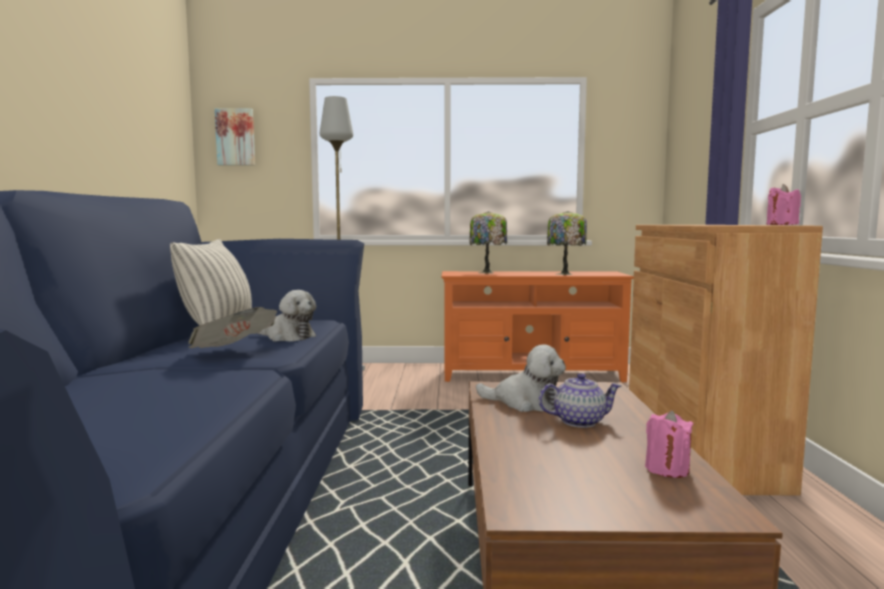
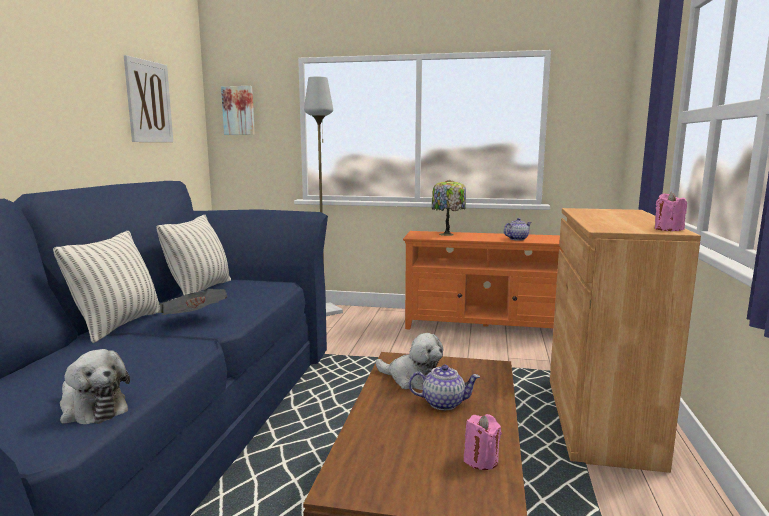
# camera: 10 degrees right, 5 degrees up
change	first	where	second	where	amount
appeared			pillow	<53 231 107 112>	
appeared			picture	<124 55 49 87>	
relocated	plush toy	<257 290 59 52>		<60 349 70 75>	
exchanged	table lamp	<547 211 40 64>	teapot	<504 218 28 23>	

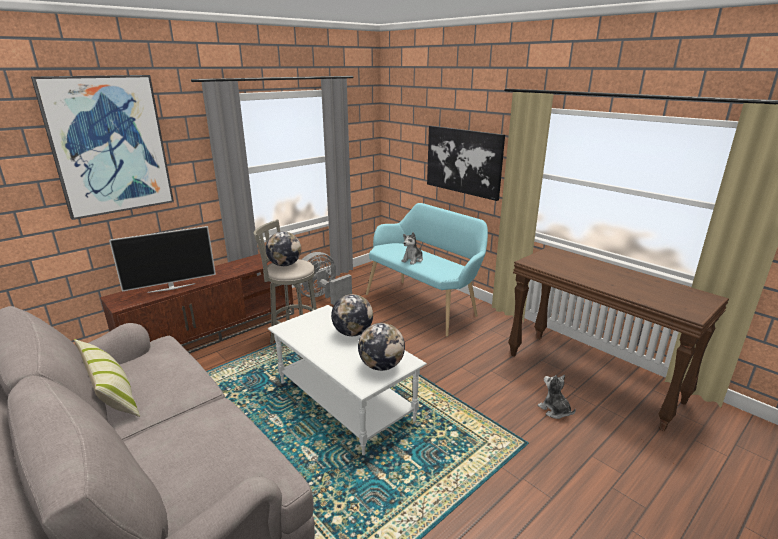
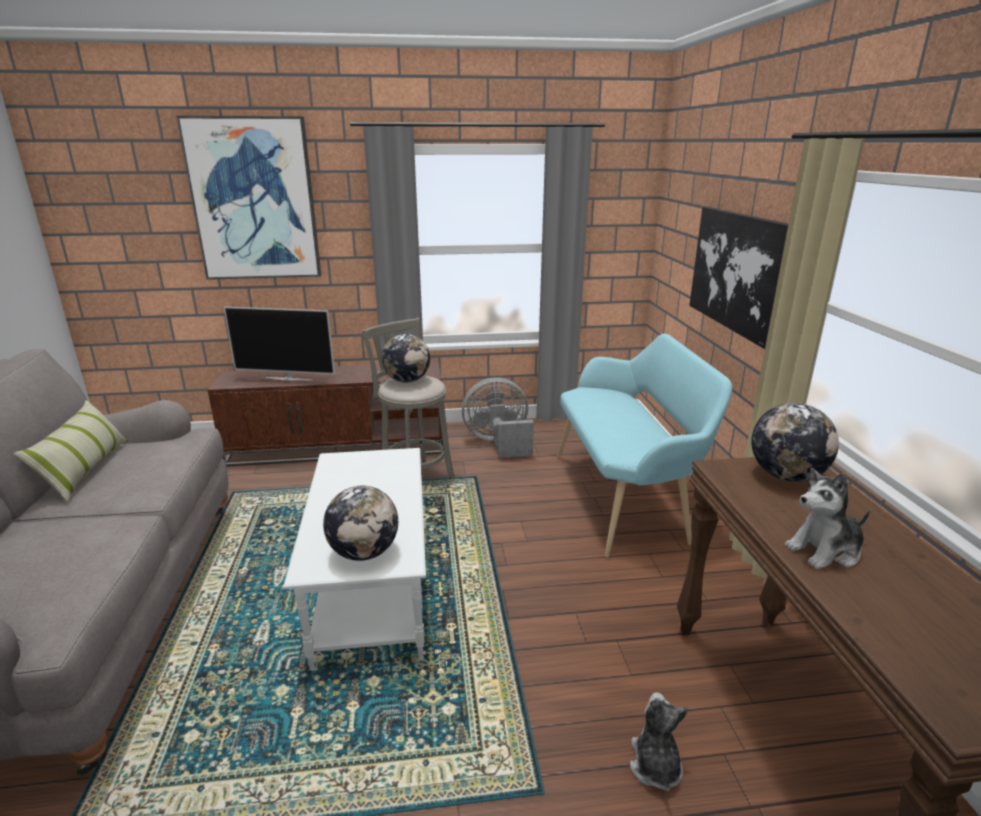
# camera: 35 degrees right, 0 degrees up
change	first	where	second	where	amount
relocated	globe	<331 294 42 42>		<751 403 88 79>	
relocated	plush toy	<402 232 21 33>		<785 468 85 101>	

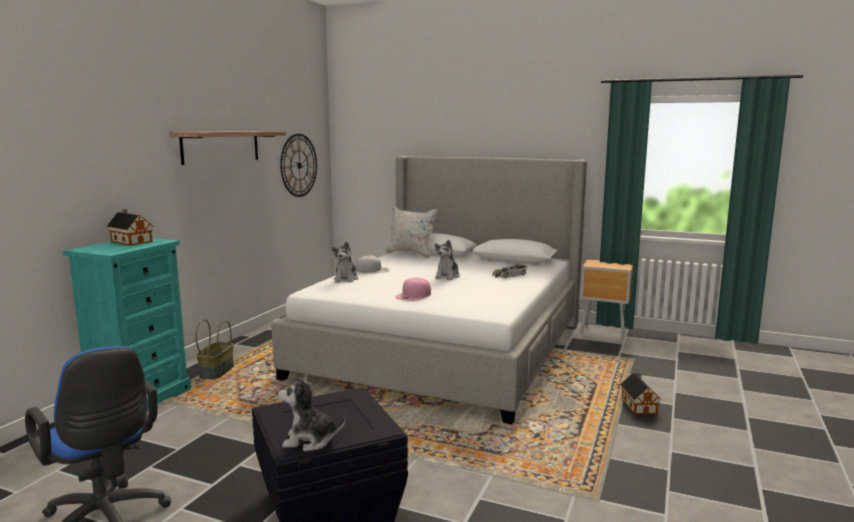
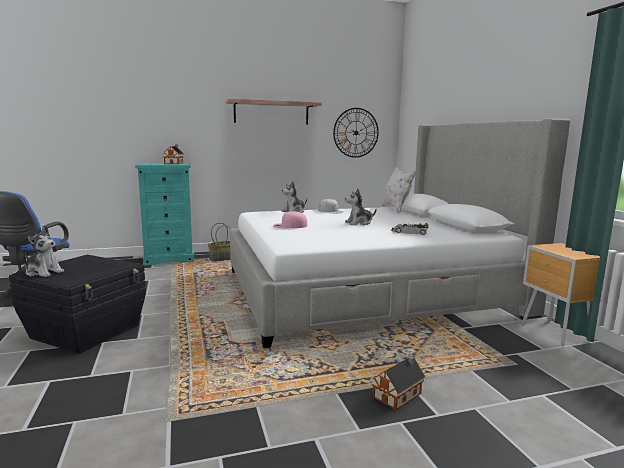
# camera: 50 degrees right, 0 degrees up
change	first	where	second	where	amount
spun	plush toy	<278 375 68 76>		<25 227 39 50>	150 degrees clockwise

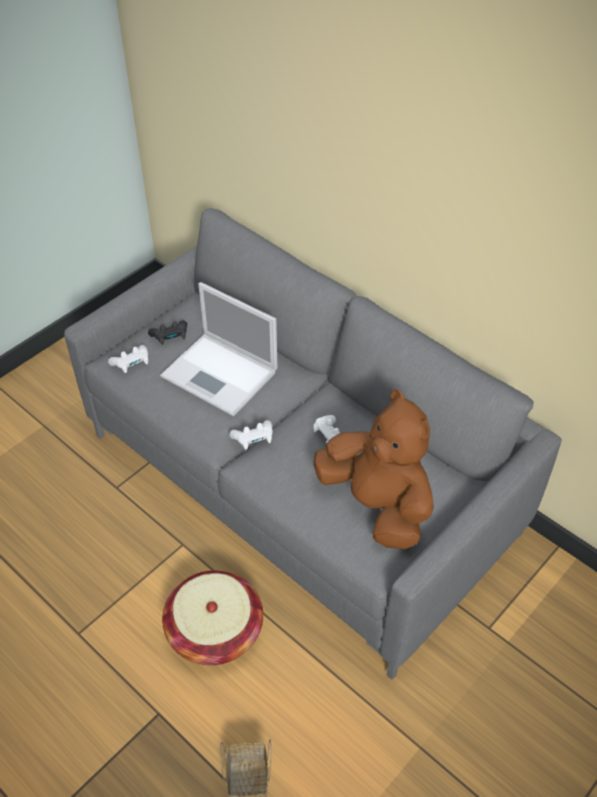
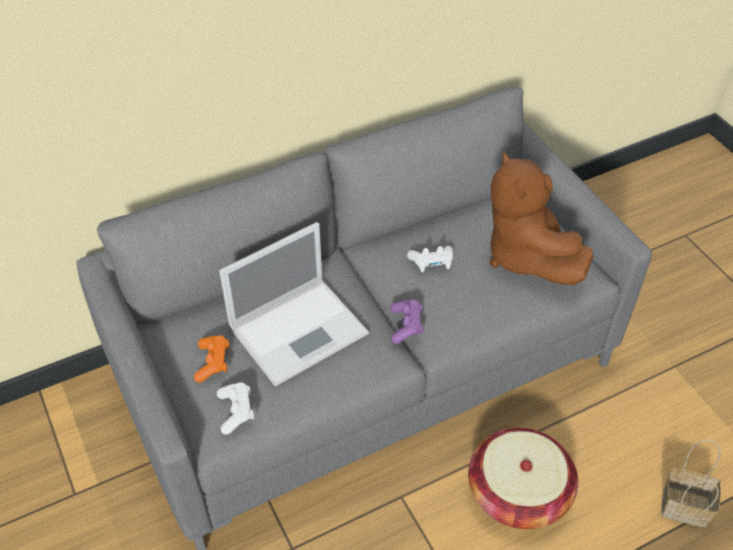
# camera: 70 degrees left, 0 degrees up
change	first	where	second	where	amount
colour	black game controller	<148 320 39 25>	orange game controller	<194 335 36 48>	
colour	white game controller	<229 420 44 30>	purple game controller	<390 300 34 44>	
spun	brown plush toy	<313 389 121 160>		<489 150 105 135>	90 degrees counterclockwise

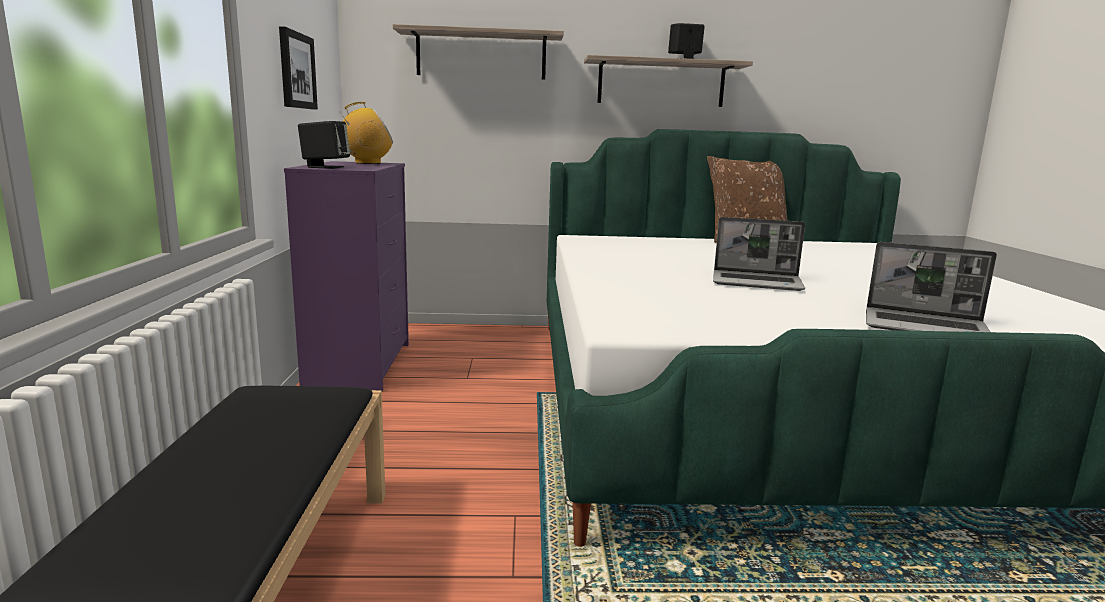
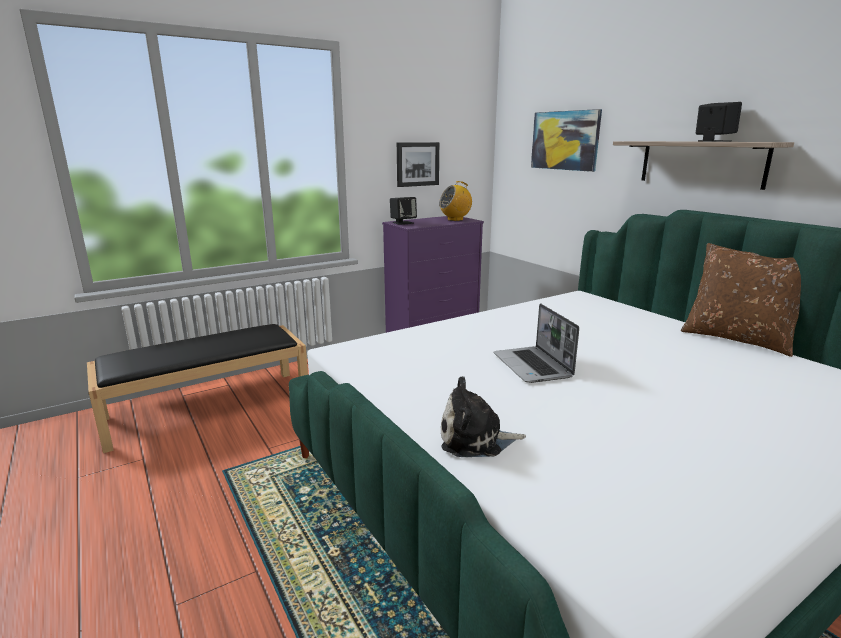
# camera: 60 degrees right, 5 degrees up
change	first	where	second	where	amount
exchanged	shelf	<393 24 171 56>	picture	<531 109 71 63>	
exchanged	laptop	<866 242 131 90>	plush toy	<441 376 85 81>	
spun	radio	<341 102 52 62>		<439 181 33 40>	120 degrees clockwise

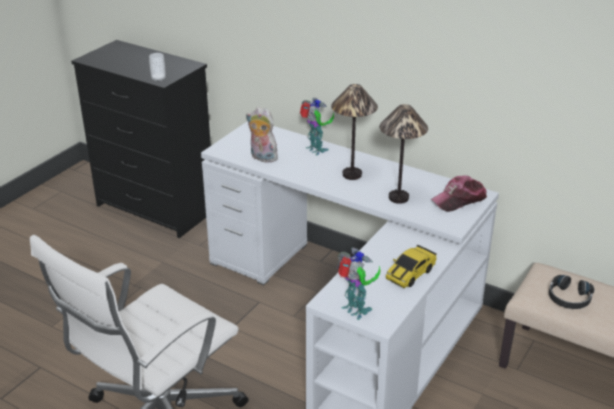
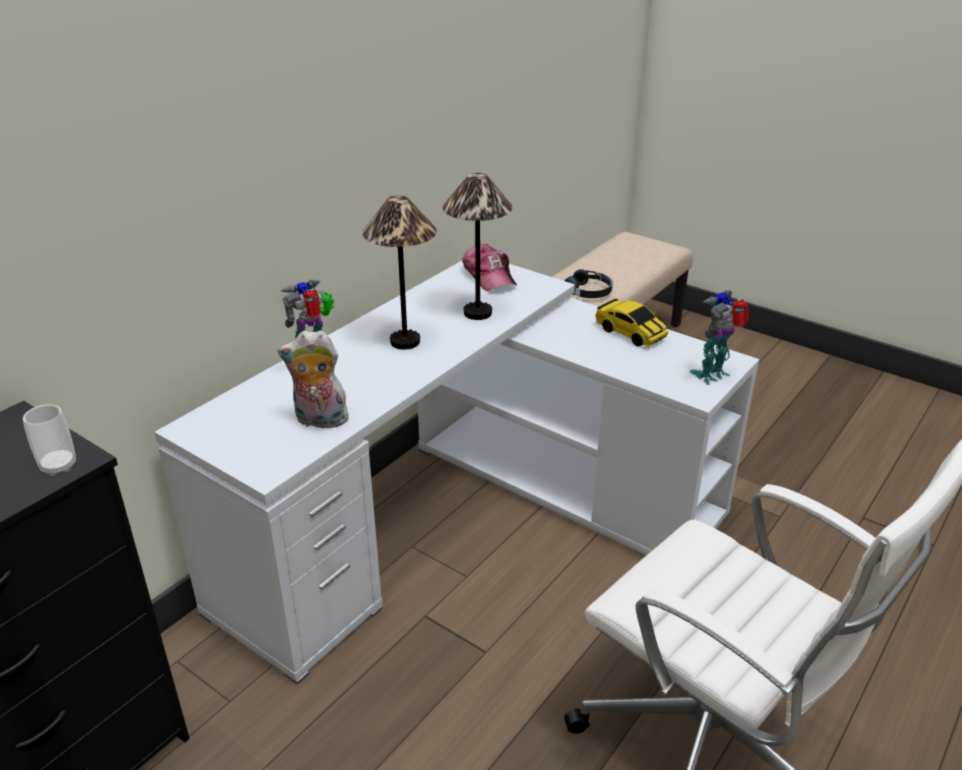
# camera: 85 degrees left, 0 degrees up
change	first	where	second	where	amount
spun	plush toy	<246 107 32 56>		<278 330 73 98>	60 degrees clockwise

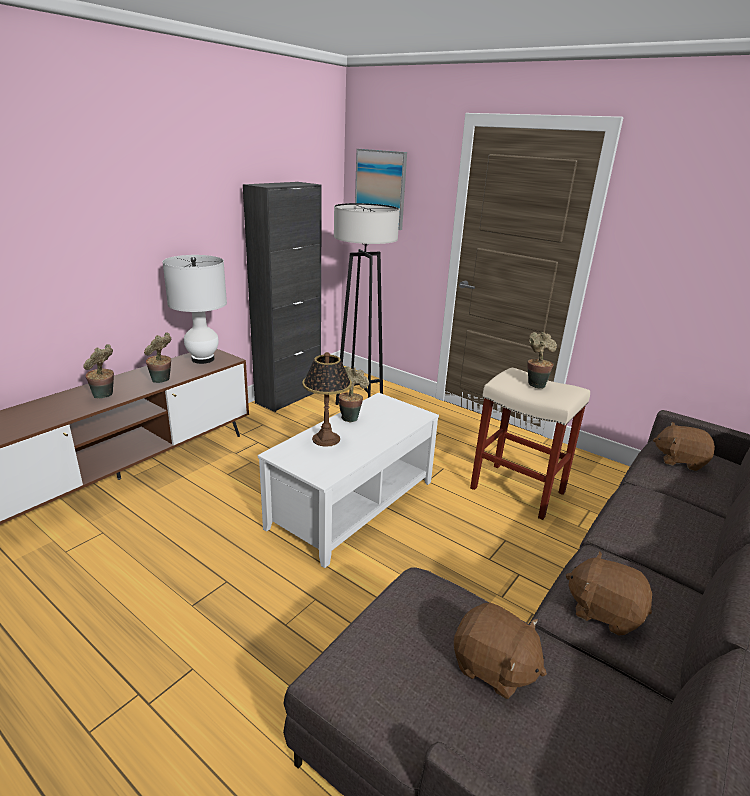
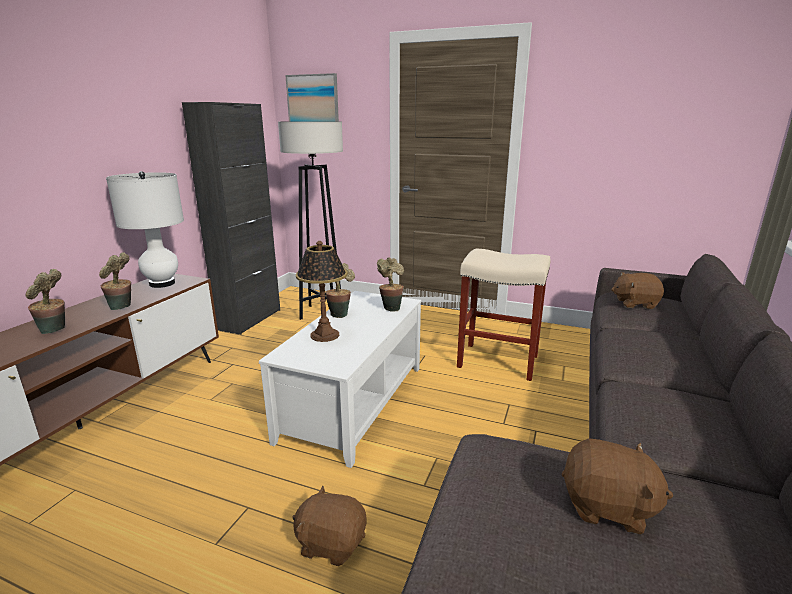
# camera: 15 degrees left, 5 degrees down
change	first	where	second	where	amount
relocated	potted plant	<527 332 30 57>		<377 257 27 55>	
relocated	brown plush toy	<566 551 86 85>		<293 486 74 80>	

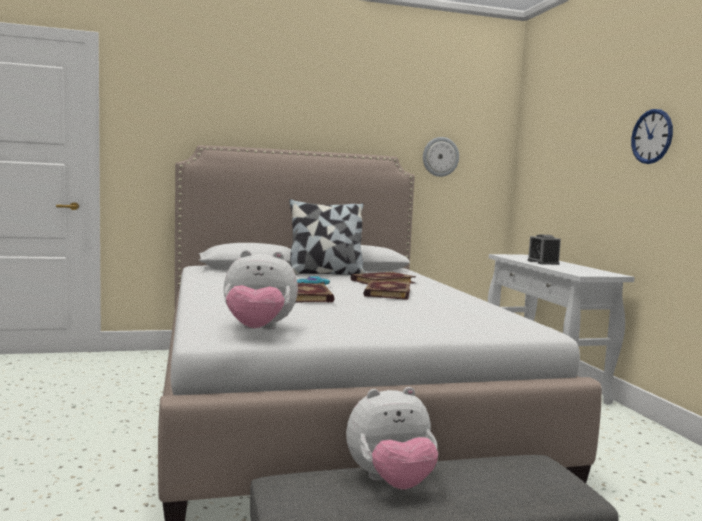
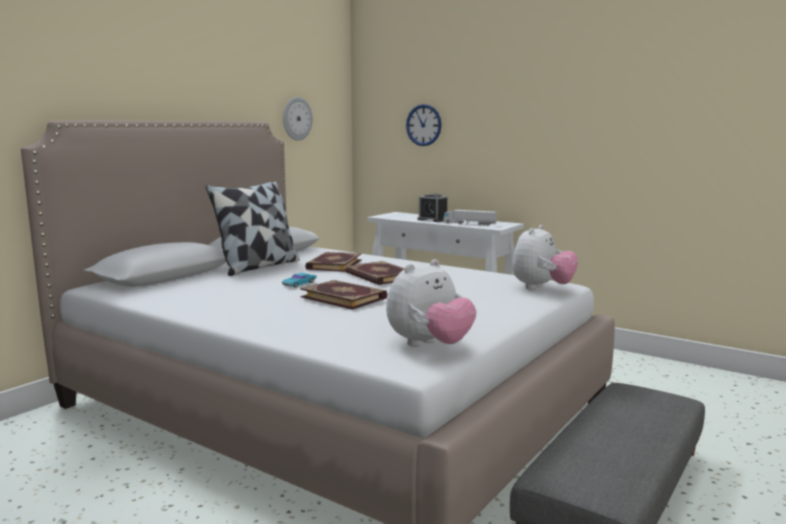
# camera: 40 degrees left, 5 degrees up
change	first	where	second	where	amount
appeared			toy truck	<444 210 52 16>	
relocated	plush toy	<346 387 92 103>		<512 225 66 65>	
relocated	wall clock	<631 109 42 55>		<406 104 36 42>	

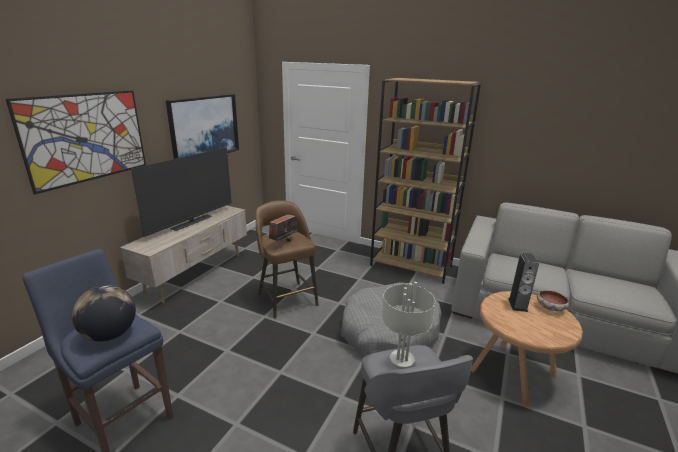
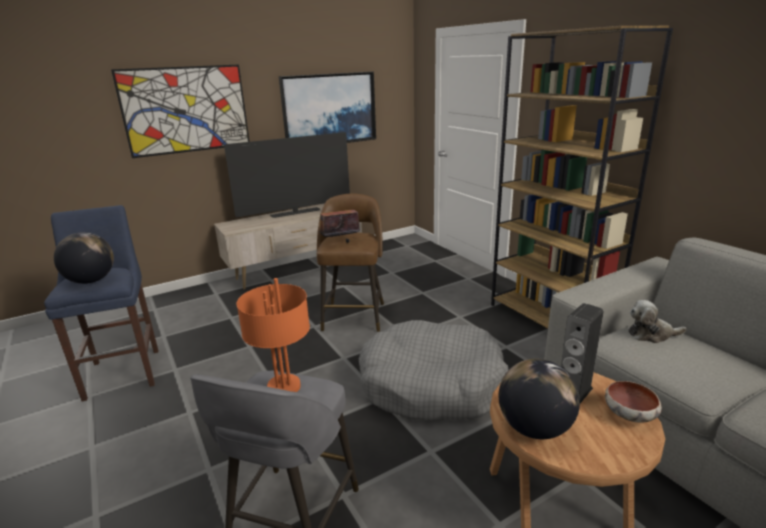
# camera: 35 degrees right, 0 degrees up
change	first	where	second	where	amount
appeared			globe	<499 359 81 80>	
appeared			plush toy	<628 300 59 43>	
colour	grey table lamp	<382 282 53 87>	orange table lamp	<237 278 73 114>	

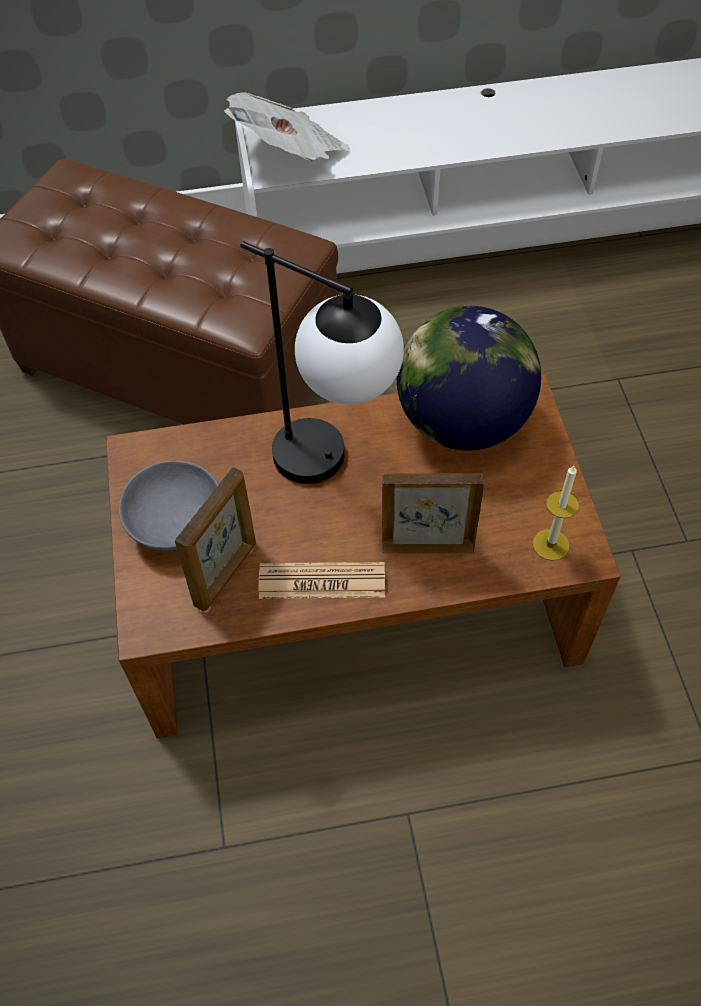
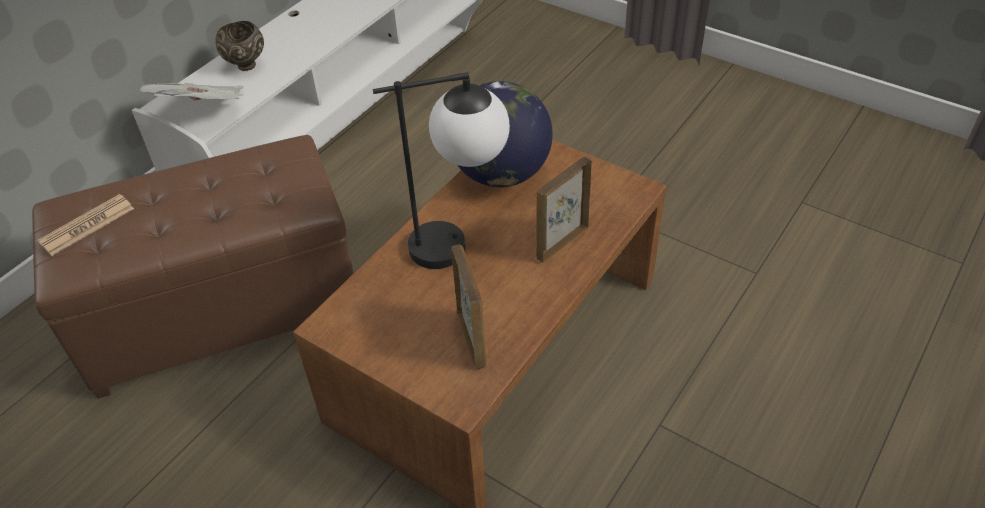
# camera: 45 degrees left, 10 degrees down
change	first	where	second	where	amount
missing	grey bowl	<118 460 101 91>			
missing	candle	<533 465 47 96>			
appeared			brown bowl	<216 21 48 50>	
relocated	newspaper	<259 562 126 37>		<38 194 96 62>	

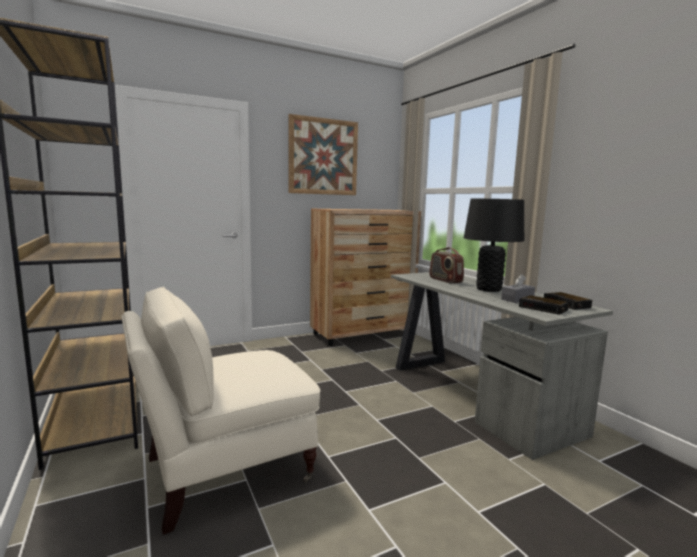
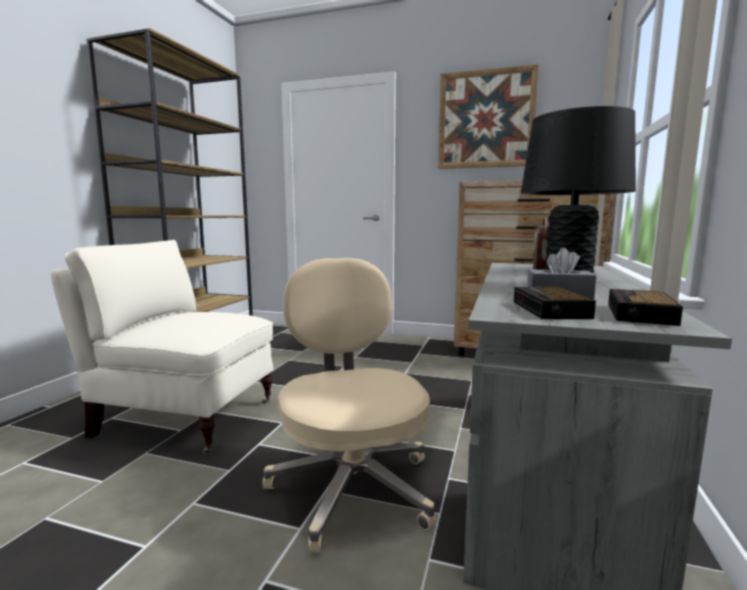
# camera: 45 degrees right, 0 degrees up
change	first	where	second	where	amount
appeared			beige office chair	<262 258 174 295>	

